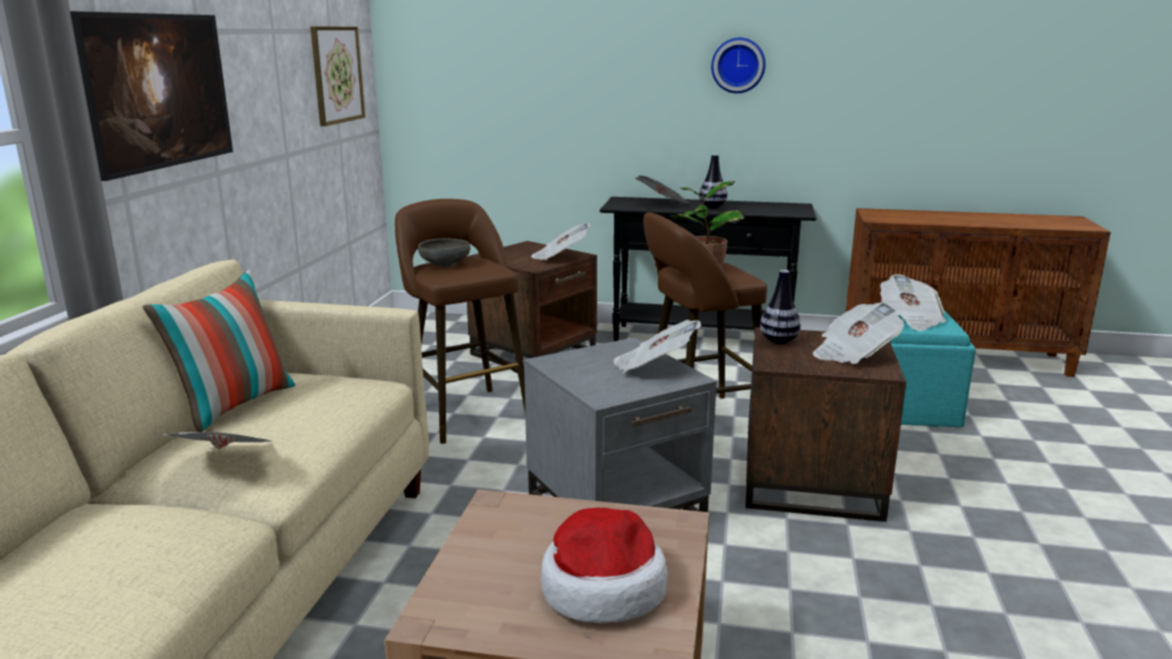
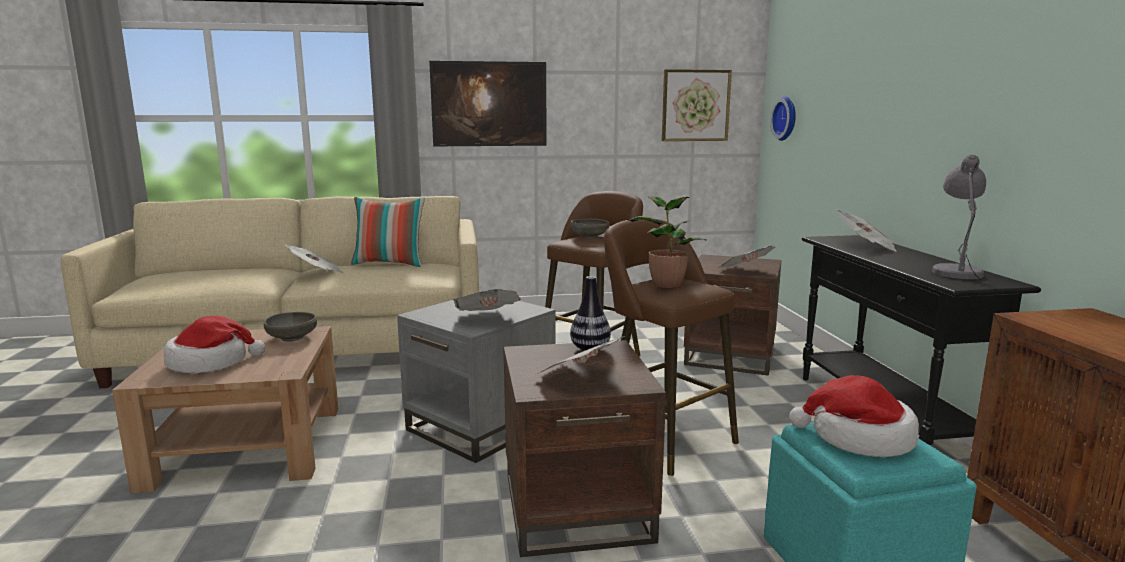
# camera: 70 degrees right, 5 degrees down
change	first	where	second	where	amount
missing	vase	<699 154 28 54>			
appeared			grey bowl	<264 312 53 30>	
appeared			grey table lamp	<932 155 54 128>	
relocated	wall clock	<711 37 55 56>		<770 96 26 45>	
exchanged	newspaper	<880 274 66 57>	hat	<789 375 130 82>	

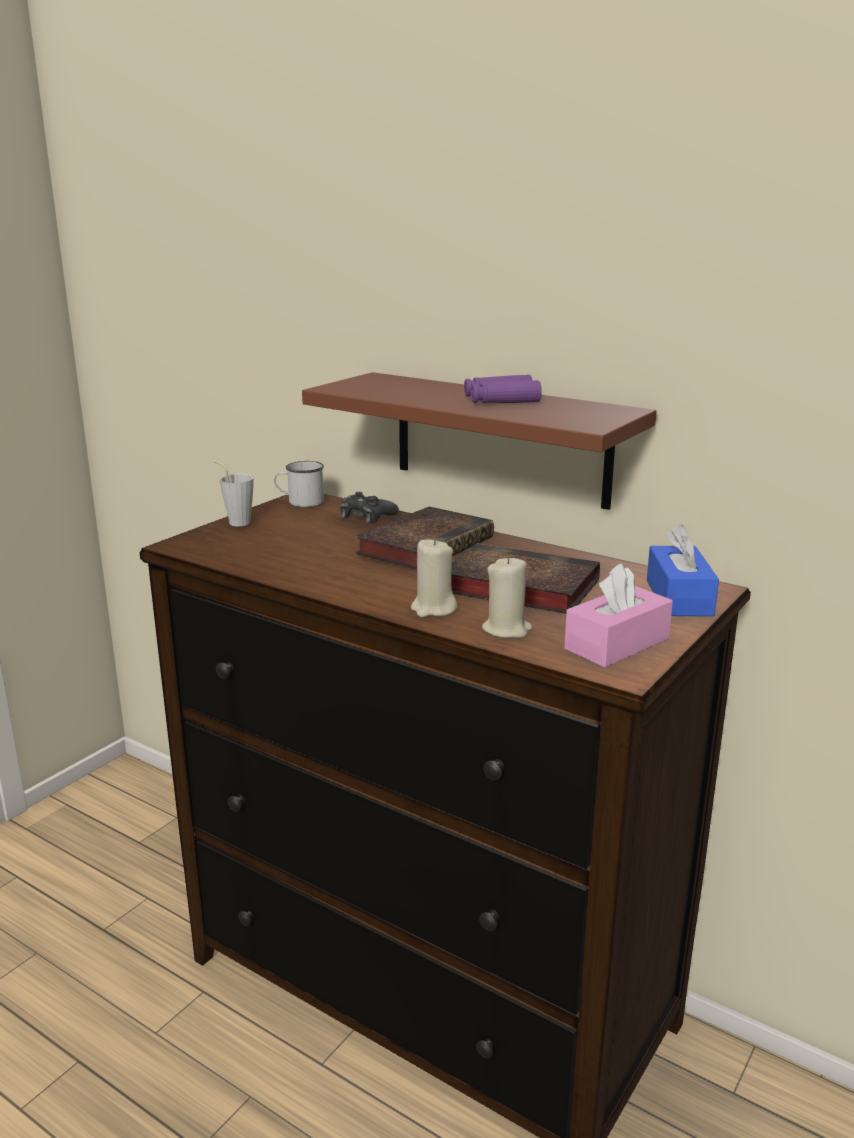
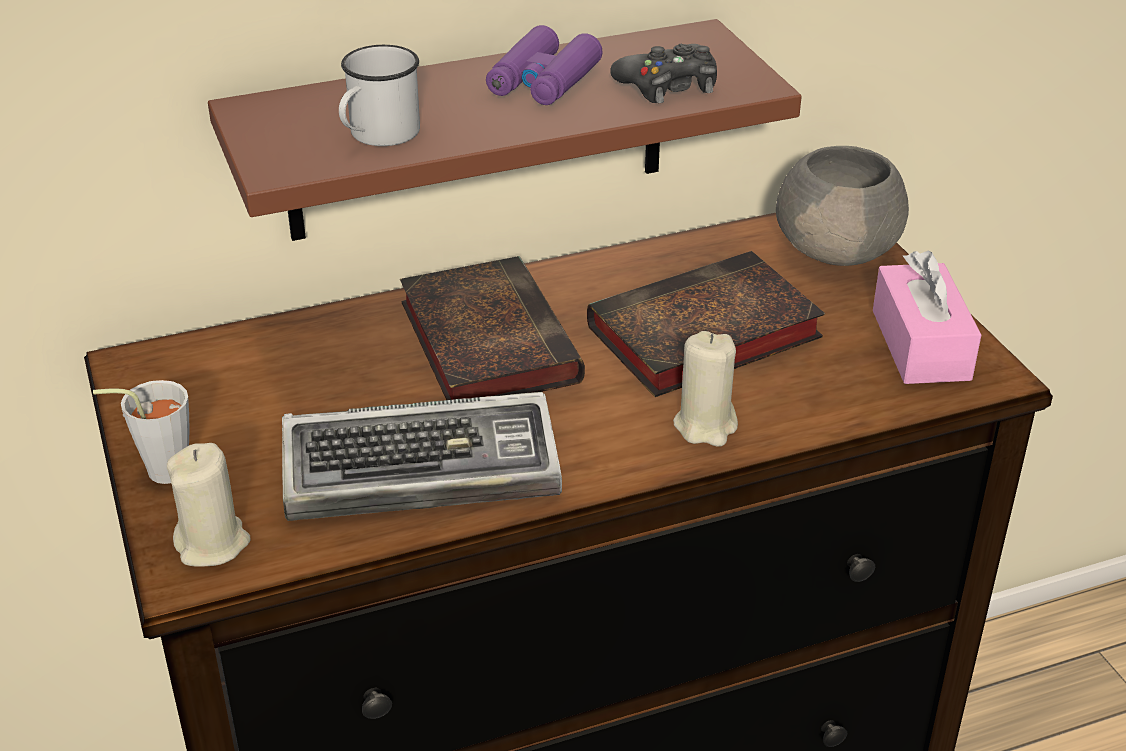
# camera: 55 degrees left, 15 degrees up
change	first	where	second	where	amount
appeared			keyboard	<282 392 280 129>	
relocated	white mug	<274 461 50 46>		<339 45 81 101>	
relocated	black game controller	<340 492 59 31>		<610 44 107 59>	
relocated	beige candle	<482 556 50 82>		<167 443 84 124>	
exchanged	blue tissue box	<647 525 72 91>	grey bowl	<776 146 133 120>	

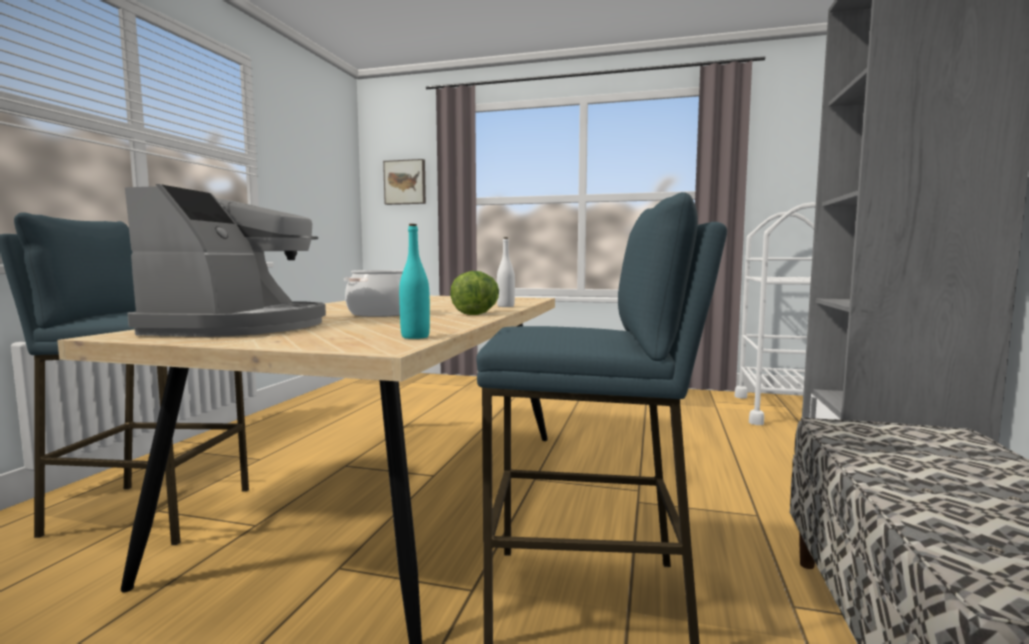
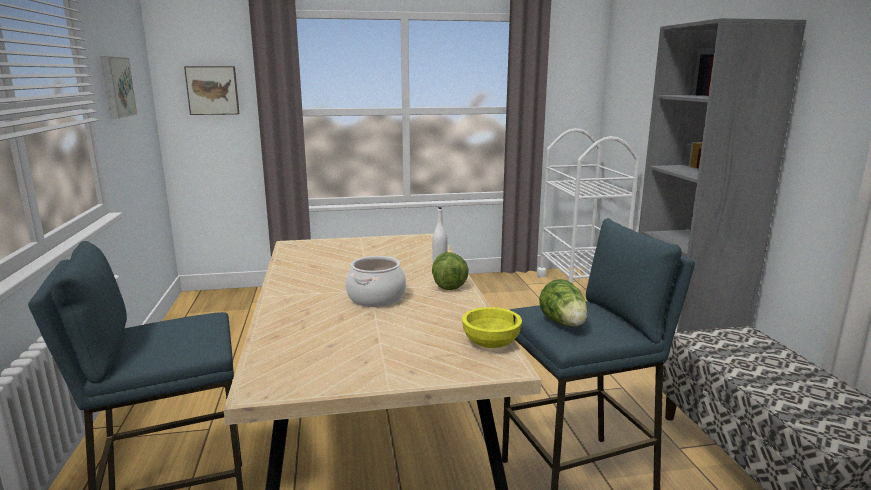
# camera: 25 degrees left, 10 degrees up
change	first	where	second	where	amount
missing	coffee machine	<125 184 201 153>			
appeared			picture	<101 56 36 63>	
appeared			lettuce	<539 279 49 47>	
exchanged	turquoise bottle	<399 224 31 115>	yellow bowl	<462 307 60 41>	

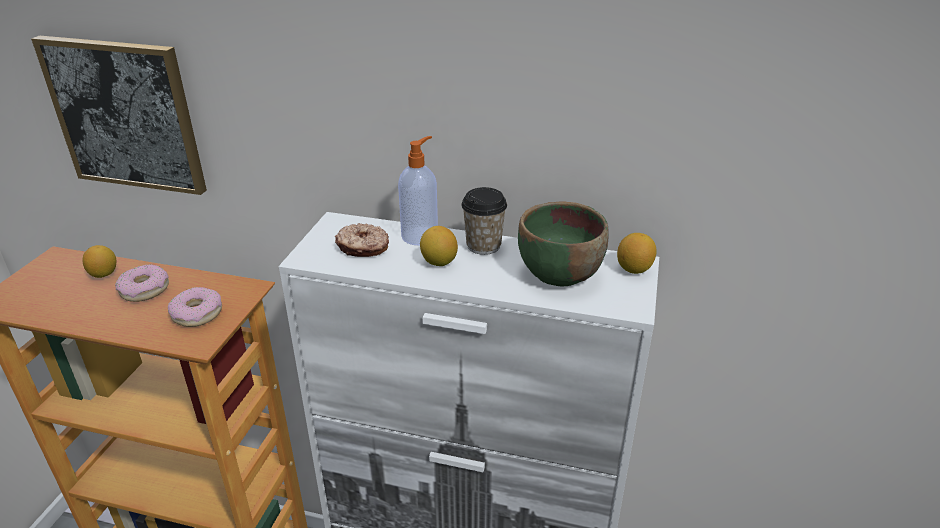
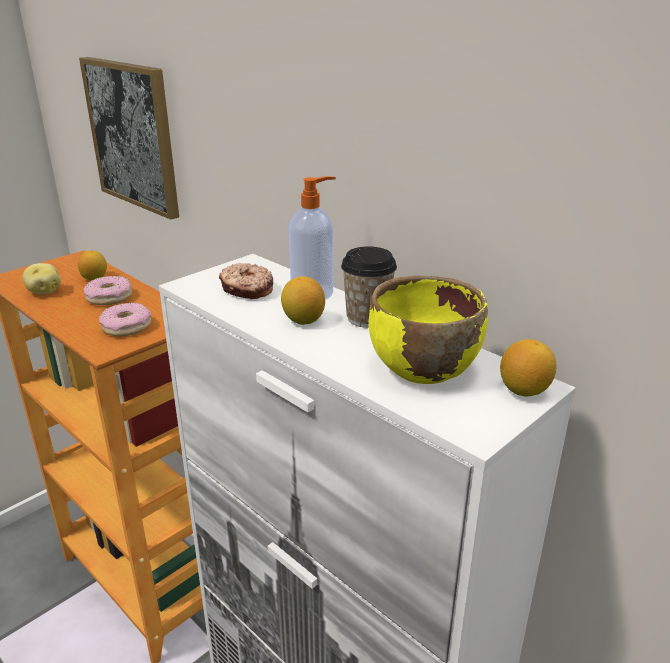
# camera: 30 degrees right, 5 degrees down
change	first	where	second	where	amount
appeared			potato	<22 263 39 32>	
colour	green bowl	<518 201 91 86>	yellow bowl	<369 275 119 109>	

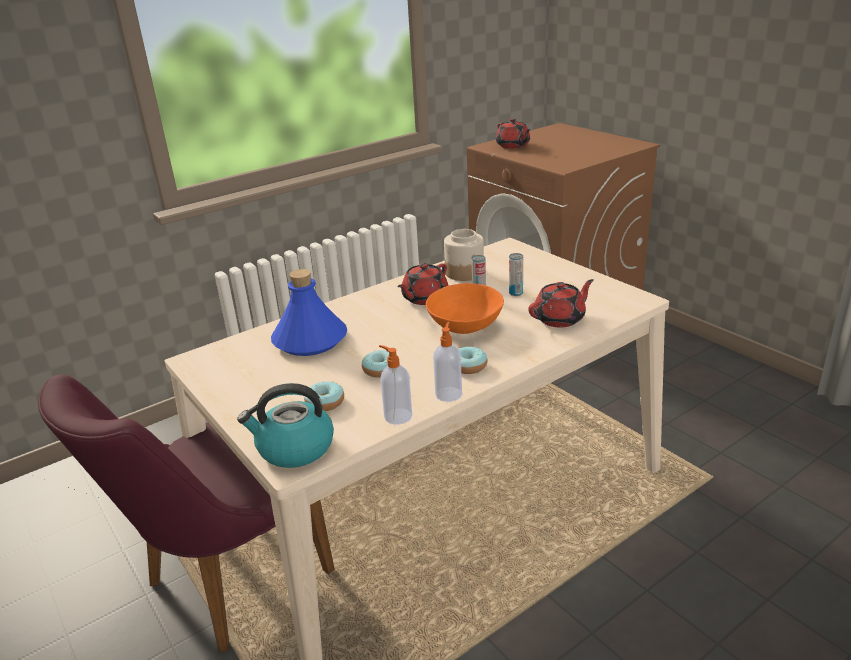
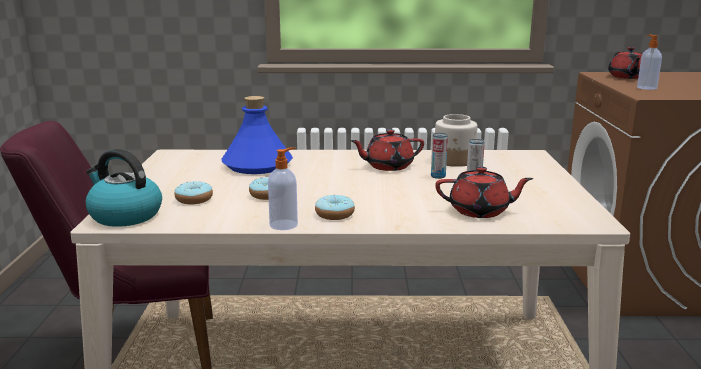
# camera: 35 degrees right, 10 degrees down
change	first	where	second	where	amount
missing	orange bowl	<426 283 78 51>			
relocated	soap dispenser	<379 345 33 80>		<637 34 25 56>	

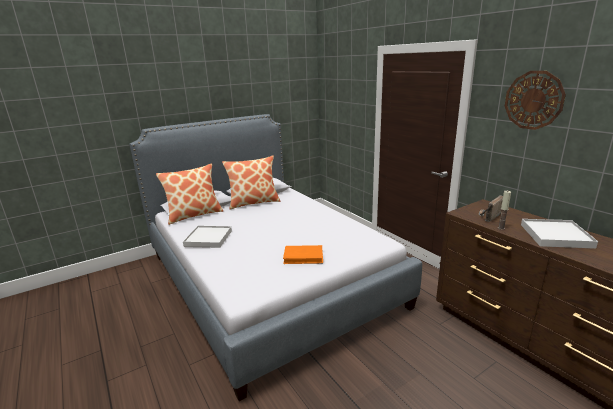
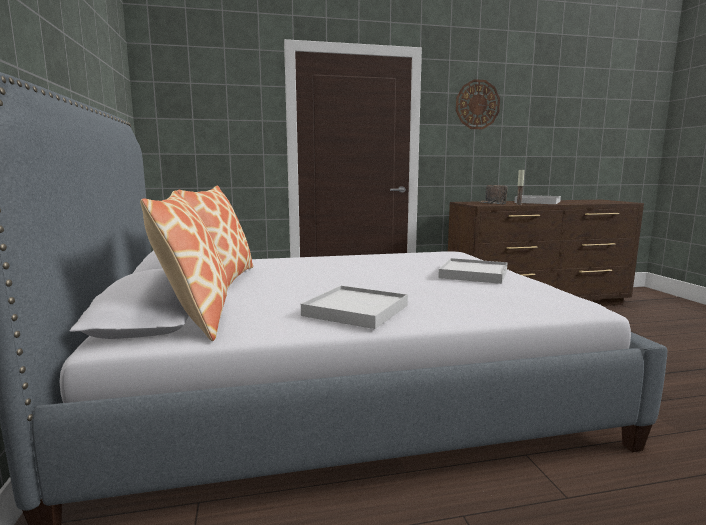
# camera: 70 degrees left, 10 degrees down
change	first	where	second	where	amount
exchanged	orange book	<283 245 40 19>	white tray	<438 258 70 26>	

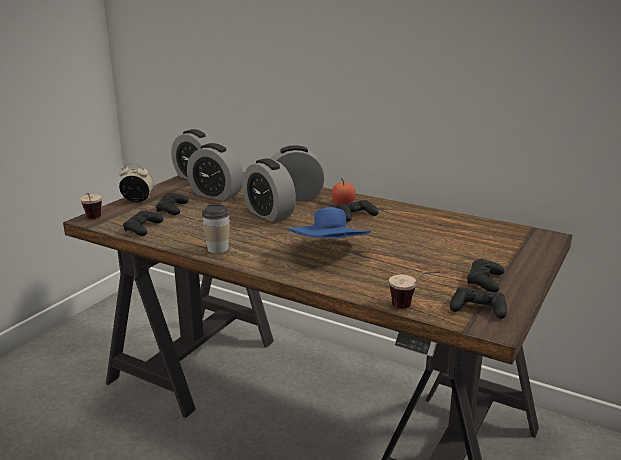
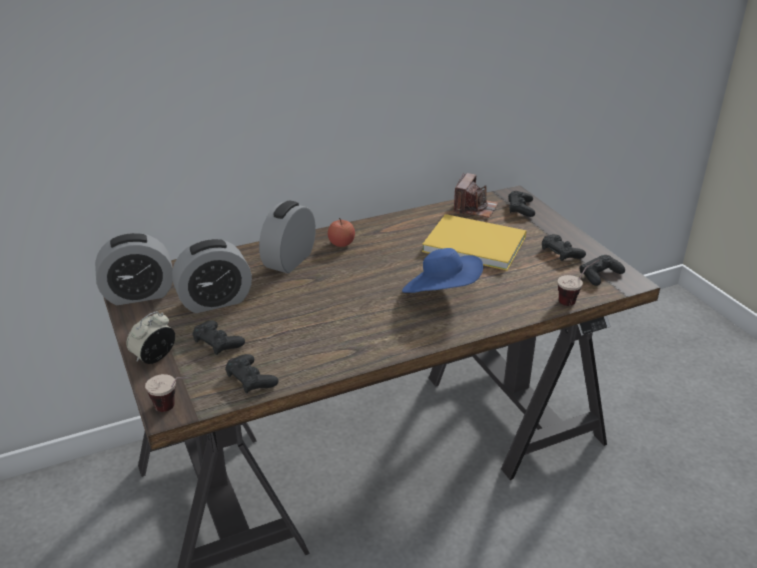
# camera: 55 degrees left, 10 degrees up
change	first	where	second	where	amount
missing	cup	<202 204 28 50>			
missing	alarm clock	<242 158 54 64>			
appeared			yellow book	<422 214 104 57>	
appeared			photo camera	<454 173 44 45>	
relocated	black game controller	<338 200 41 22>		<508 191 27 26>	

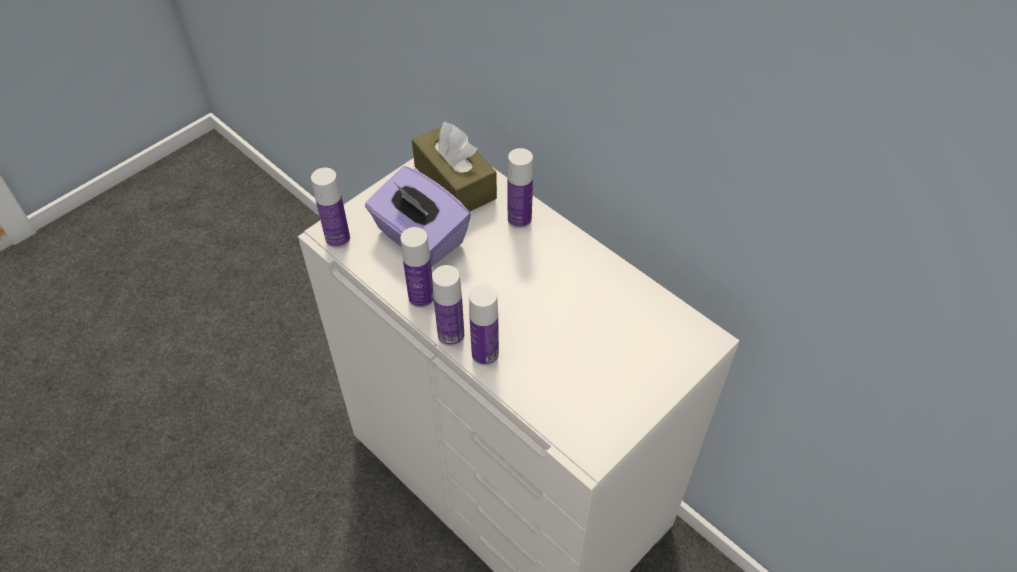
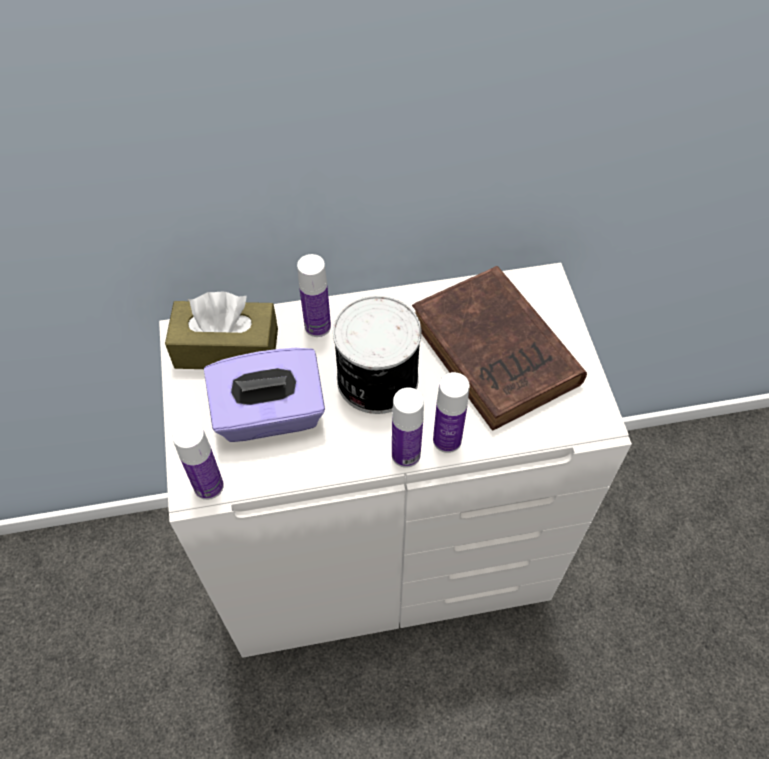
# camera: 55 degrees left, 5 degrees up
change	first	where	second	where	amount
missing	bottle	<401 227 33 81>			
appeared			can	<333 296 89 118>	
appeared			brown book	<412 266 175 165>	

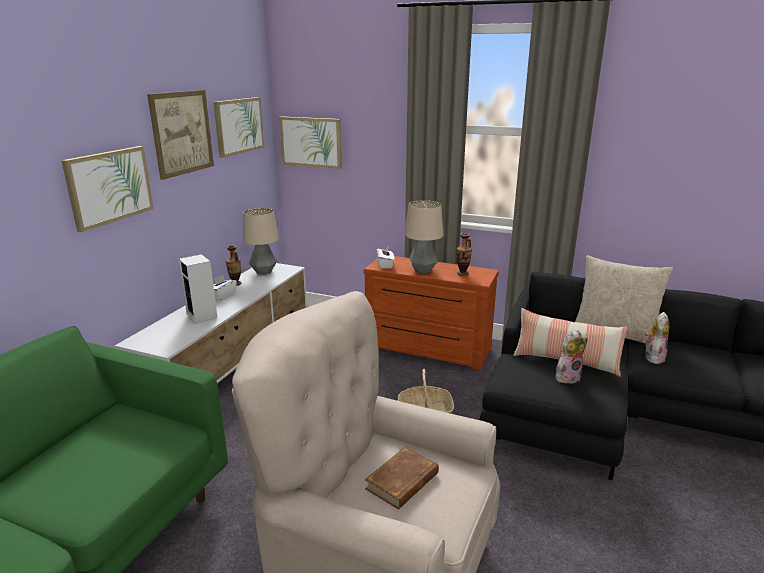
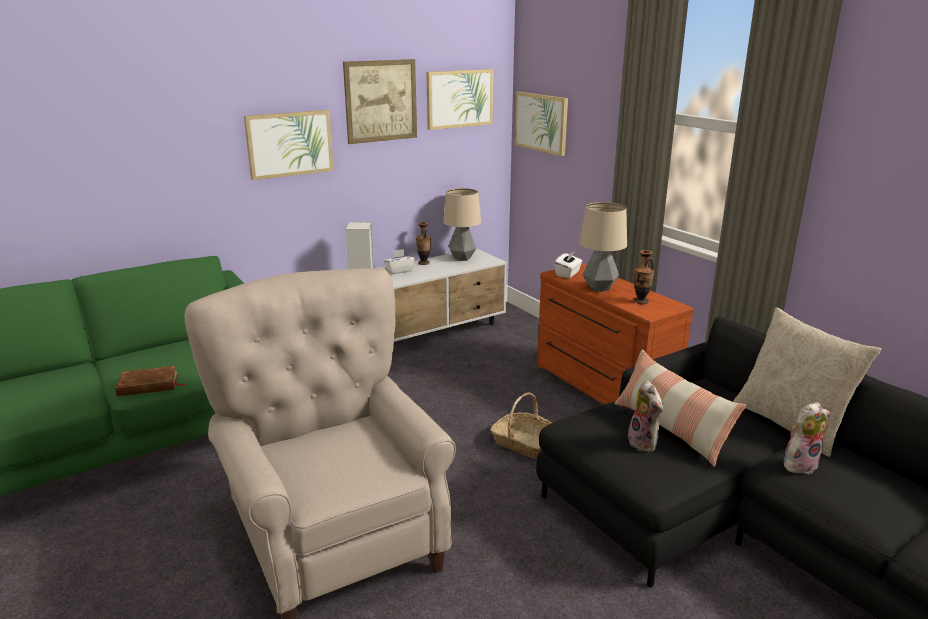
# camera: 35 degrees right, 0 degrees up
change	first	where	second	where	amount
relocated	brown book	<365 447 74 63>		<115 366 70 30>	
spun	plush toy	<555 330 33 54>		<628 380 35 72>	60 degrees clockwise

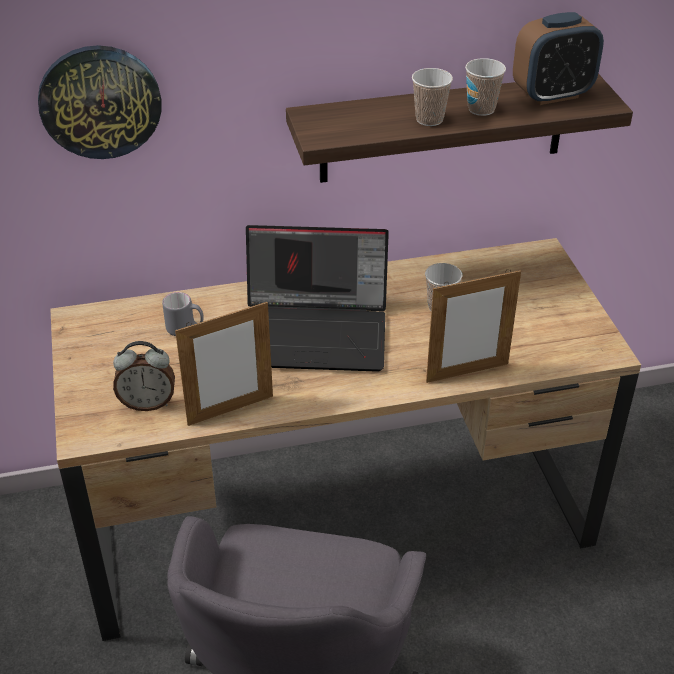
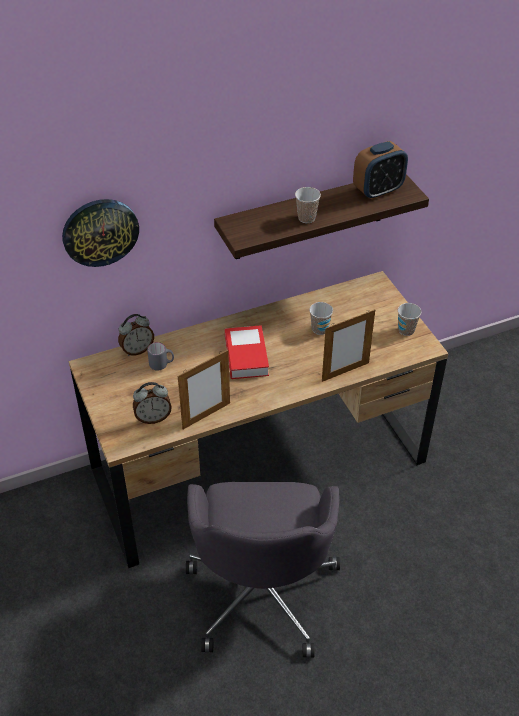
# camera: 10 degrees left, 5 degrees up
change	first	where	second	where	amount
appeared			alarm clock	<118 314 36 42>	
relocated	cup	<465 58 41 58>		<398 303 24 33>	
exchanged	laptop	<246 225 143 147>	book	<225 325 44 54>	

